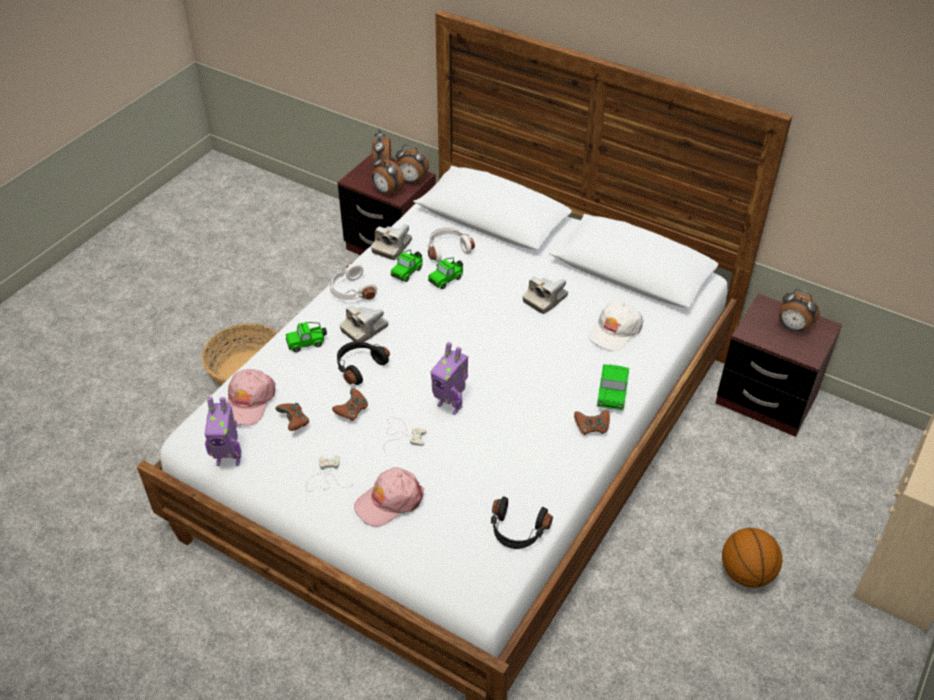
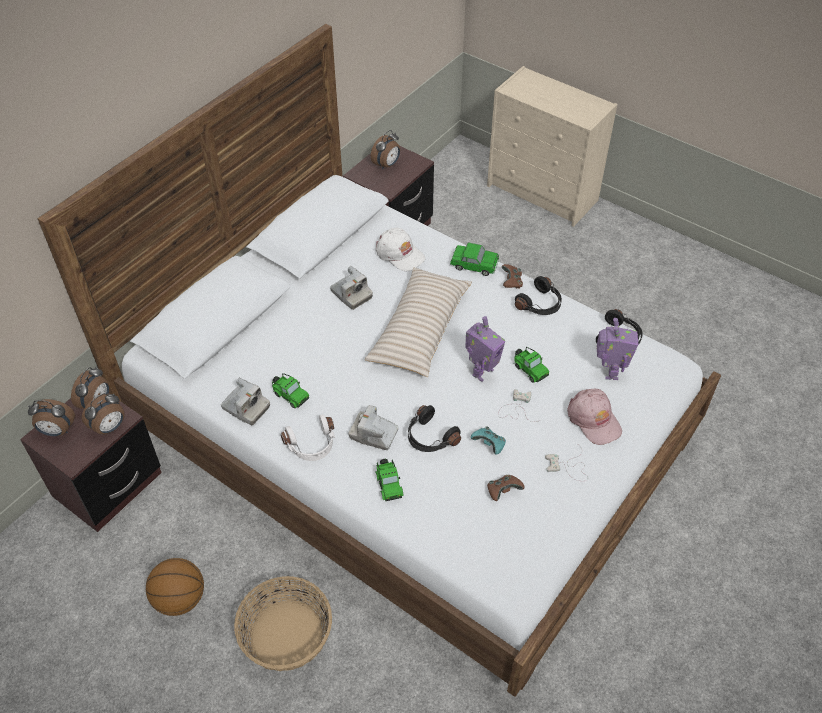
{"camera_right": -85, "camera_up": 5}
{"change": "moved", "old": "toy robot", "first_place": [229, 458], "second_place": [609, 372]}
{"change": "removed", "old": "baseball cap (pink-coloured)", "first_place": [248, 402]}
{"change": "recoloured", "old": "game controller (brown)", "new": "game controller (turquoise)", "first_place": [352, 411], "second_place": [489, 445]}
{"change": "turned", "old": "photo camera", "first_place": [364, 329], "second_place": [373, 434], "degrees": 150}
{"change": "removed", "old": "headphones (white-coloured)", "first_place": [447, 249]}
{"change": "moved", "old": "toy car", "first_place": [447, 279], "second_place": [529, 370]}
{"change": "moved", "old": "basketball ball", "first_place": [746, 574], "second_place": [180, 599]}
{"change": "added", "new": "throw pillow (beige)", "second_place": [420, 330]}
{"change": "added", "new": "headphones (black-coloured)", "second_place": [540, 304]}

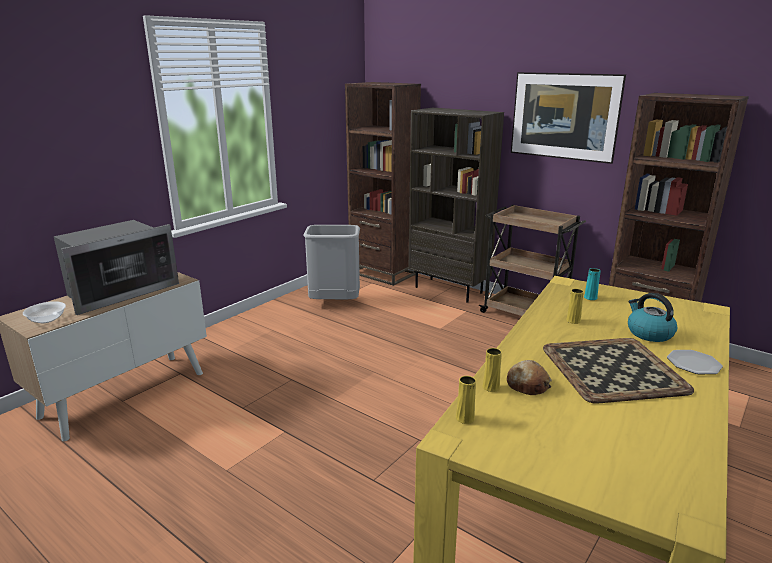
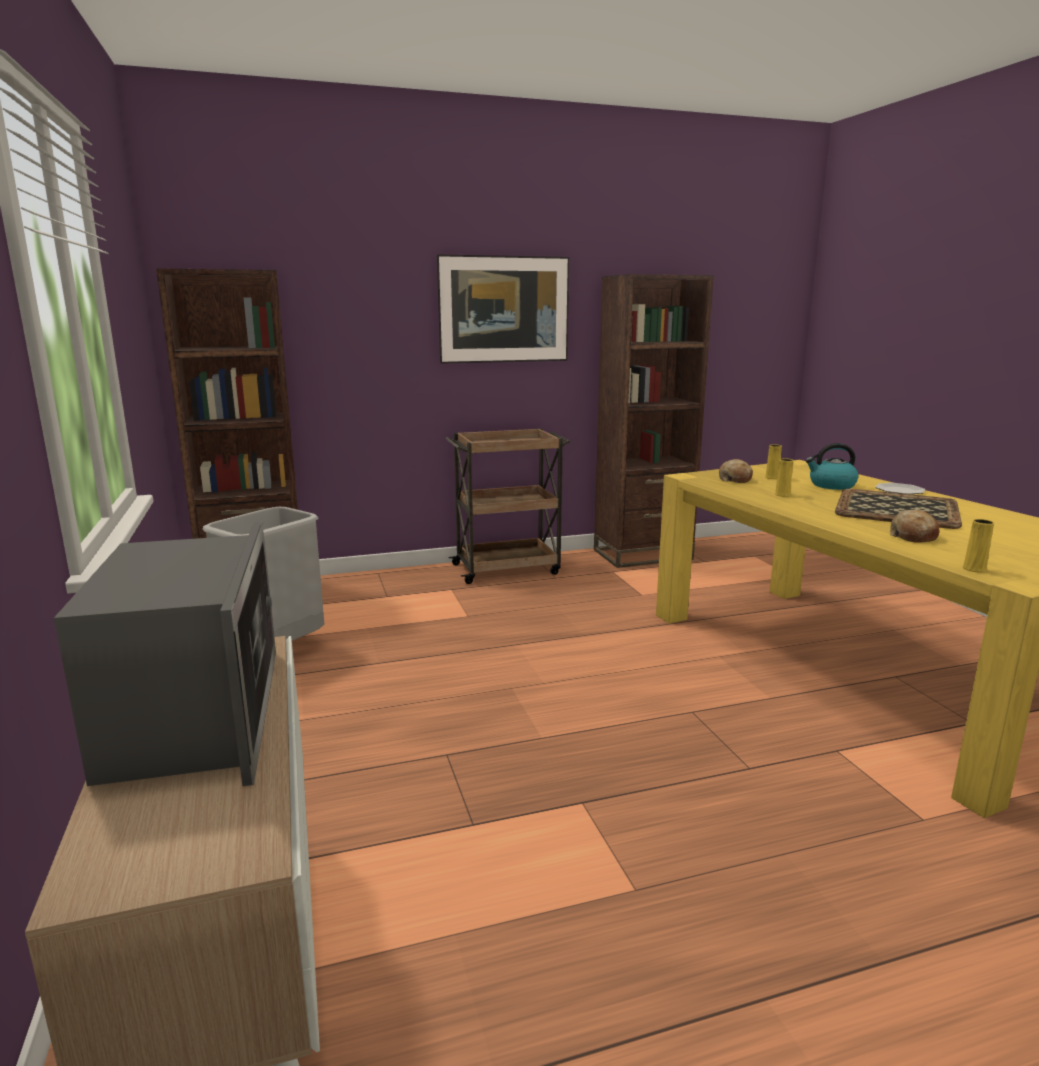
{"camera_right": -55, "camera_up": -5}
{"change": "removed", "old": "deep dish", "first_place": [46, 319]}
{"change": "removed", "old": "bookshelf (brown)", "first_place": [449, 290]}
{"change": "moved", "old": "vase (yellowish)", "first_place": [491, 387], "second_place": [772, 477]}
{"change": "replaced", "old": "vase (turquoise)", "new": "bakery bread", "first_place": [590, 297], "second_place": [735, 479]}

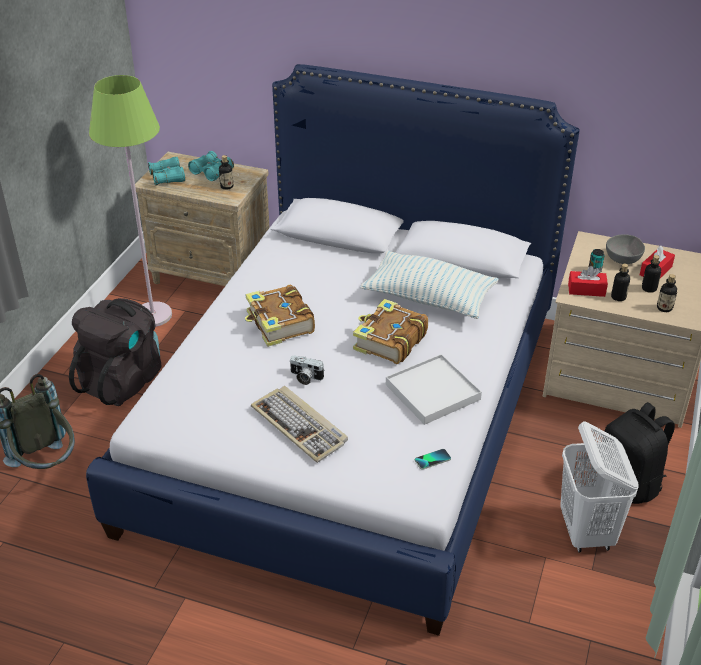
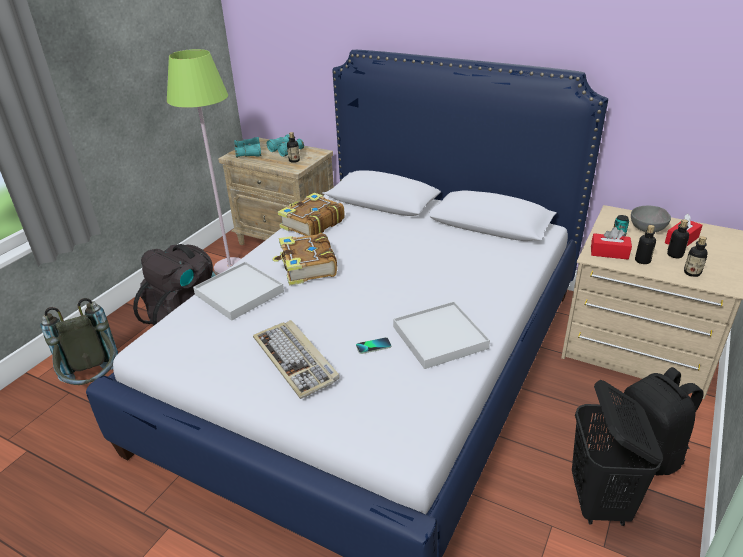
{"camera_right": 10, "camera_up": -5}
{"change": "removed", "old": "photo camera", "first_place": [305, 377]}
{"change": "moved", "old": "book", "first_place": [389, 341], "second_place": [311, 224]}
{"change": "removed", "old": "throw pillow", "first_place": [429, 298]}
{"change": "moved", "old": "handset", "first_place": [432, 459], "second_place": [373, 346]}
{"change": "recoloured", "old": "washing basket (white-coloured)", "new": "washing basket (black-coloured)", "first_place": [586, 532], "second_place": [599, 501]}
{"change": "added", "new": "tray (white-coloured)", "second_place": [239, 293]}

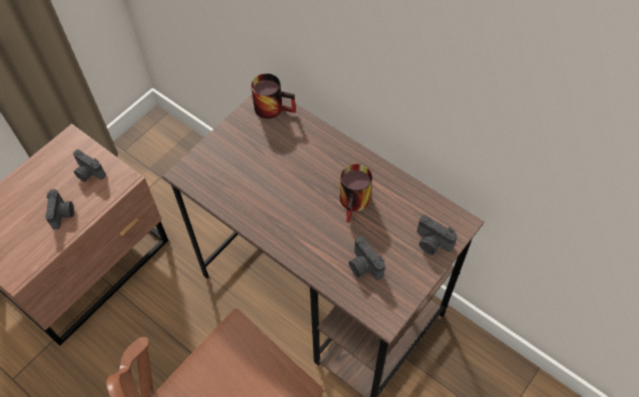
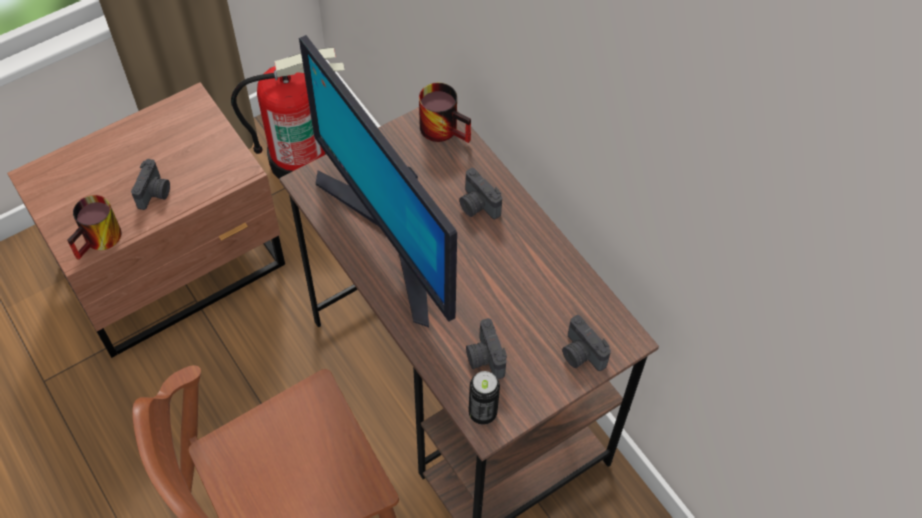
{"camera_right": 15, "camera_up": 0}
{"change": "moved", "old": "photo camera", "first_place": [88, 173], "second_place": [477, 205]}
{"change": "moved", "old": "mug", "first_place": [356, 203], "second_place": [101, 241]}
{"change": "added", "new": "extinguisher", "second_place": [300, 158]}
{"change": "added", "new": "computer display", "second_place": [392, 238]}
{"change": "added", "new": "metal can", "second_place": [482, 413]}

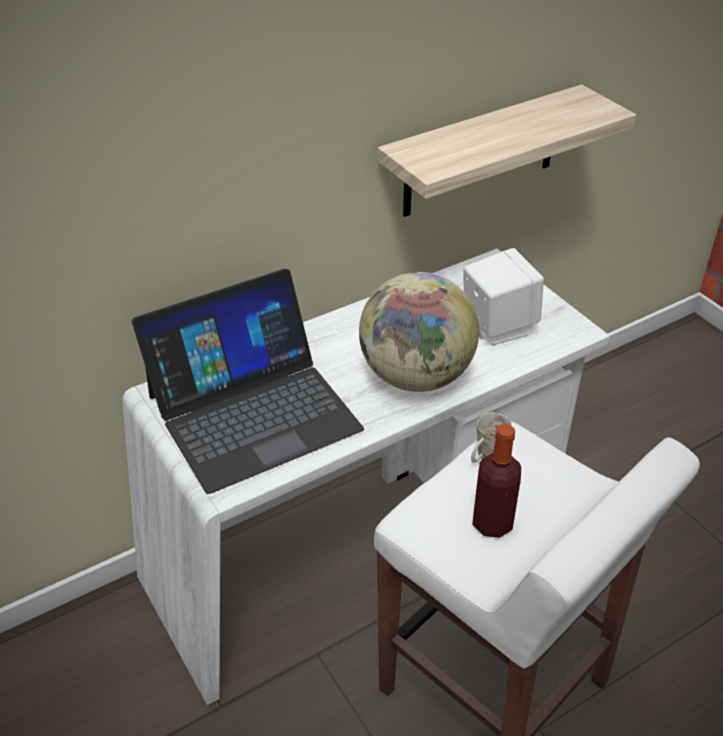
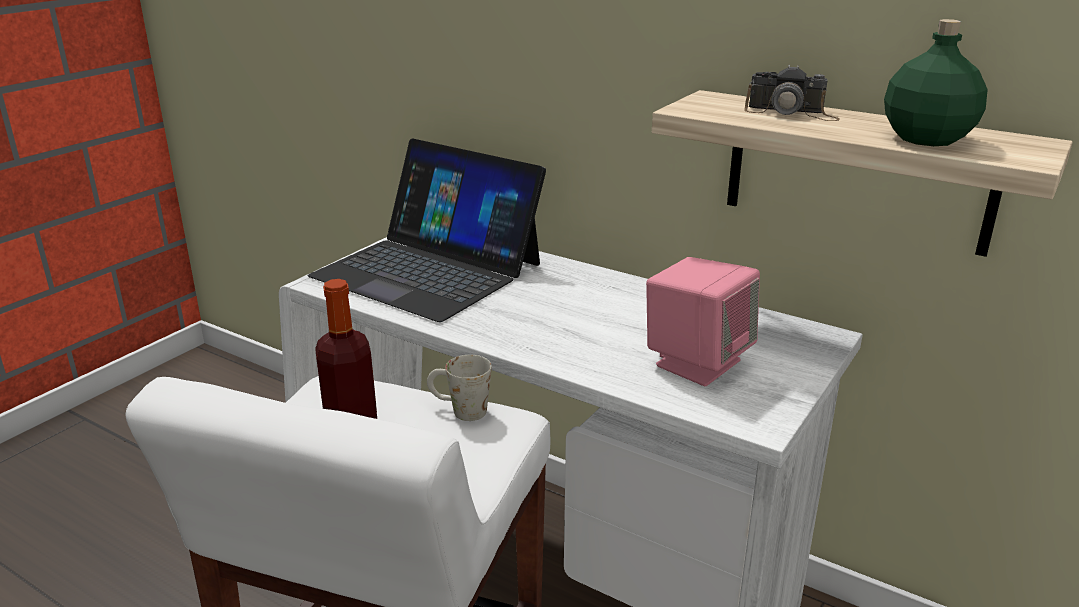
{"camera_right": 65, "camera_up": -15}
{"change": "removed", "old": "globe", "first_place": [415, 376]}
{"change": "recoloured", "old": "audio speaker (white-coloured)", "new": "audio speaker (pink-coloured)", "first_place": [497, 326], "second_place": [697, 362]}
{"change": "added", "new": "photo camera", "second_place": [791, 112]}
{"change": "added", "new": "drink bottle (greenish)", "second_place": [925, 138]}

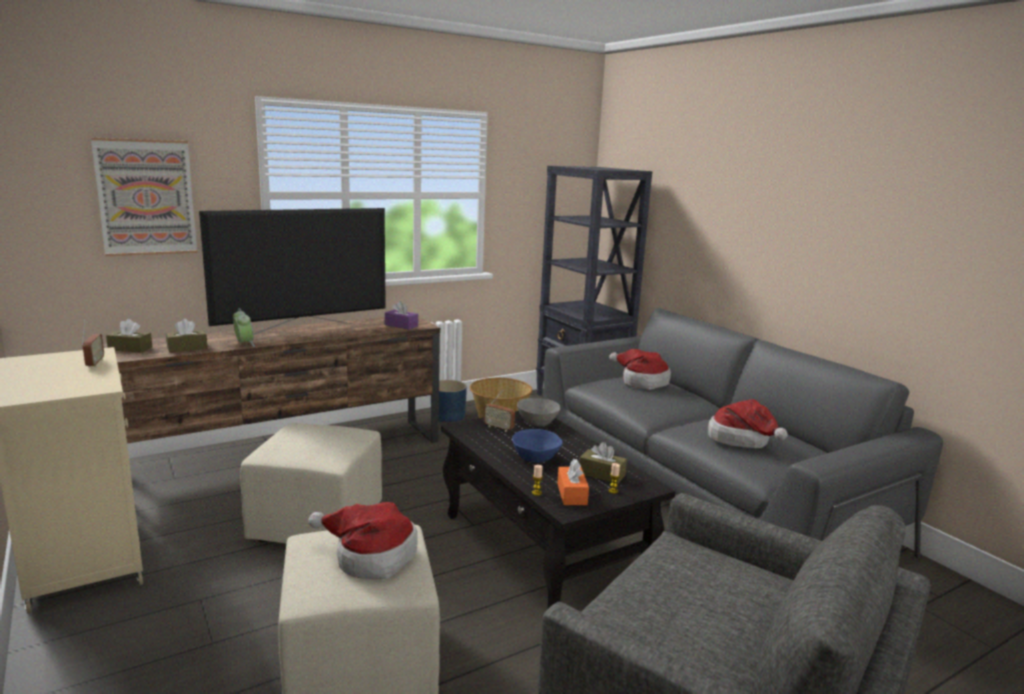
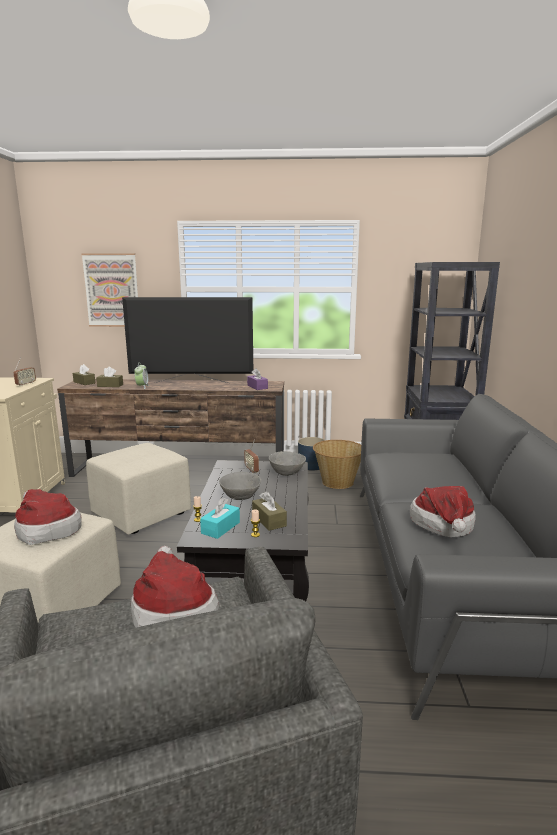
{"camera_right": 35, "camera_up": 0}
{"change": "recoloured", "old": "deep dish (bluish)", "new": "deep dish (greyish)", "first_place": [535, 458], "second_place": [240, 496]}
{"change": "recoloured", "old": "box of tissues (orange)", "new": "box of tissues (turquoise)", "first_place": [572, 494], "second_place": [220, 528]}
{"change": "moved", "old": "clothing hat", "first_place": [641, 382], "second_place": [173, 612]}

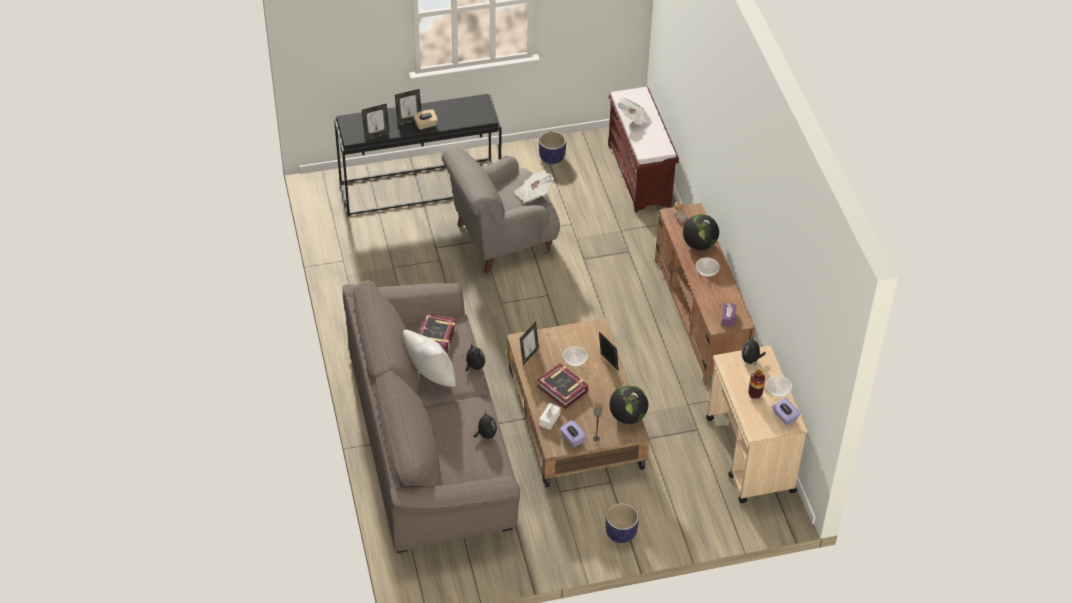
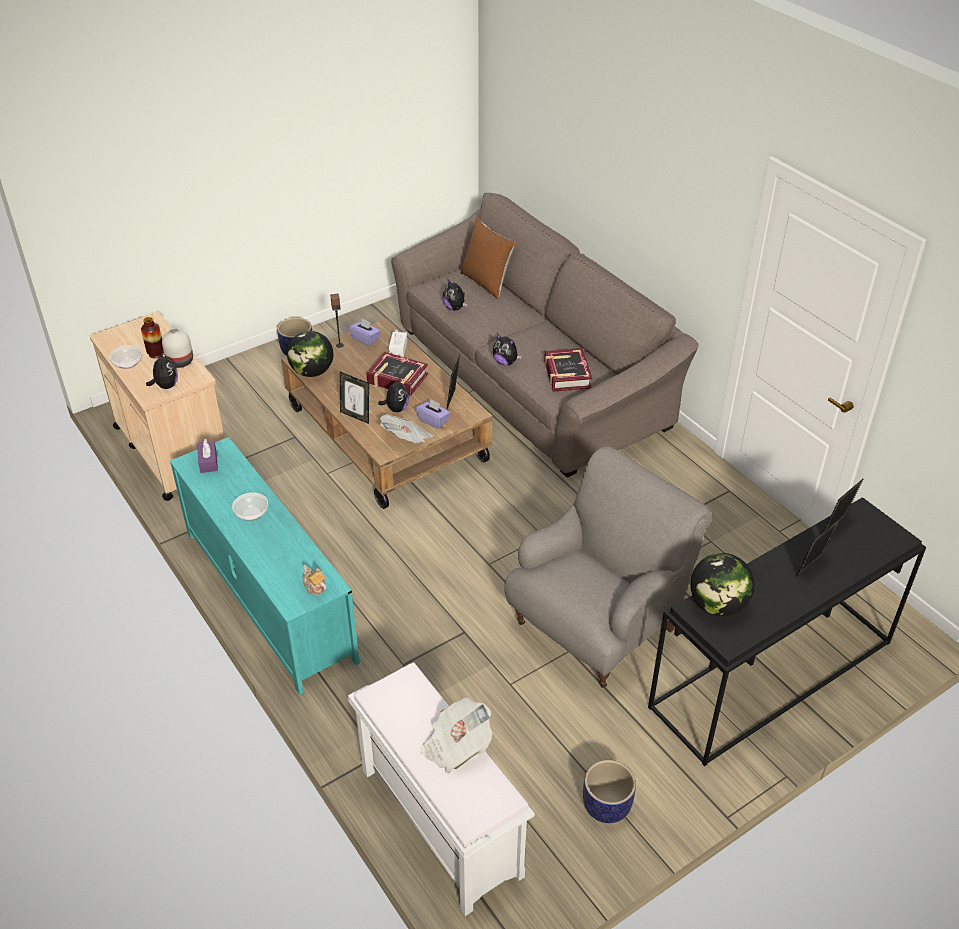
{"camera_right": 160, "camera_up": -5}
{"change": "removed", "old": "throw pillow (white-coloured)", "first_place": [430, 378]}
{"change": "removed", "old": "box of tissues (beige)", "first_place": [425, 125]}
{"change": "moved", "old": "printed paper", "first_place": [533, 194], "second_place": [407, 439]}
{"change": "replaced", "old": "deep dish", "new": "cuddly toy", "first_place": [575, 361], "second_place": [396, 408]}
{"change": "recoloured", "old": "long seat (brown)", "new": "long seat (white-coloured)", "first_place": [640, 175], "second_place": [438, 821]}
{"change": "recoloured", "old": "tv stand (brown)", "new": "tv stand (turquoise)", "first_place": [699, 317], "second_place": [268, 594]}
{"change": "moved", "old": "globe", "first_place": [699, 244], "second_place": [718, 605]}
{"change": "moved", "old": "box of tissues (purple-coloured)", "first_place": [784, 417], "second_place": [433, 421]}
{"change": "added", "new": "vase (white-coloured)", "second_place": [180, 362]}
{"change": "added", "new": "throw pillow (brown)", "second_place": [486, 282]}

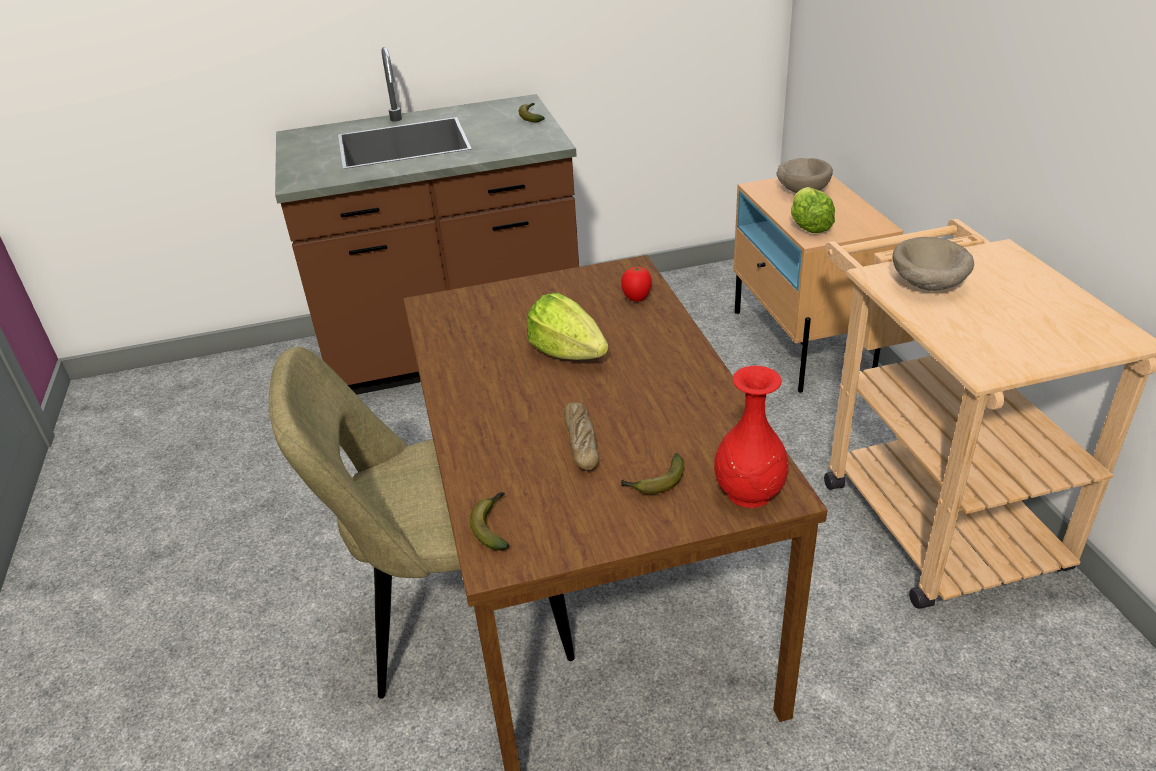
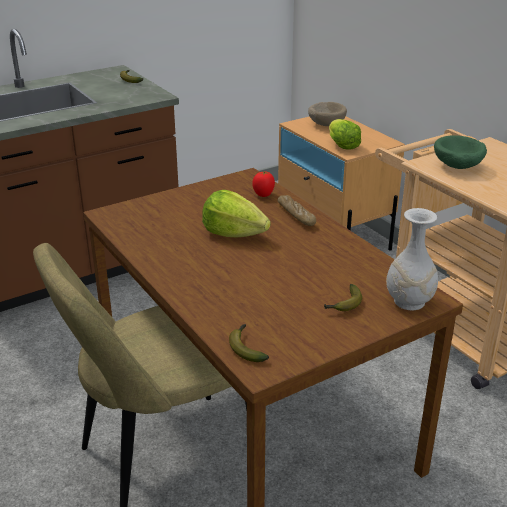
{"camera_right": -20, "camera_up": -5}
{"change": "moved", "old": "bakery bread", "first_place": [581, 442], "second_place": [296, 215]}
{"change": "recoloured", "old": "vase (red)", "new": "vase (white-coloured)", "first_place": [748, 493], "second_place": [408, 301]}
{"change": "recoloured", "old": "deep dish (beige)", "new": "deep dish (greenish)", "first_place": [926, 286], "second_place": [457, 167]}

